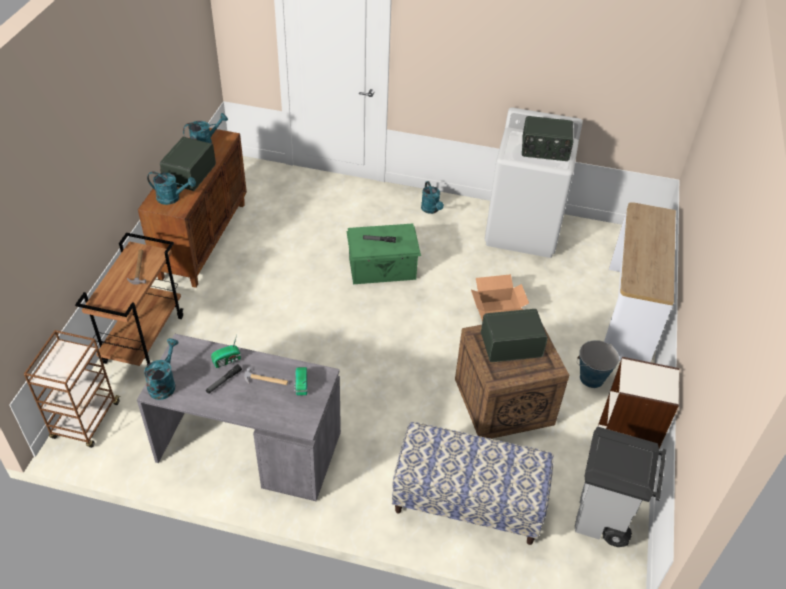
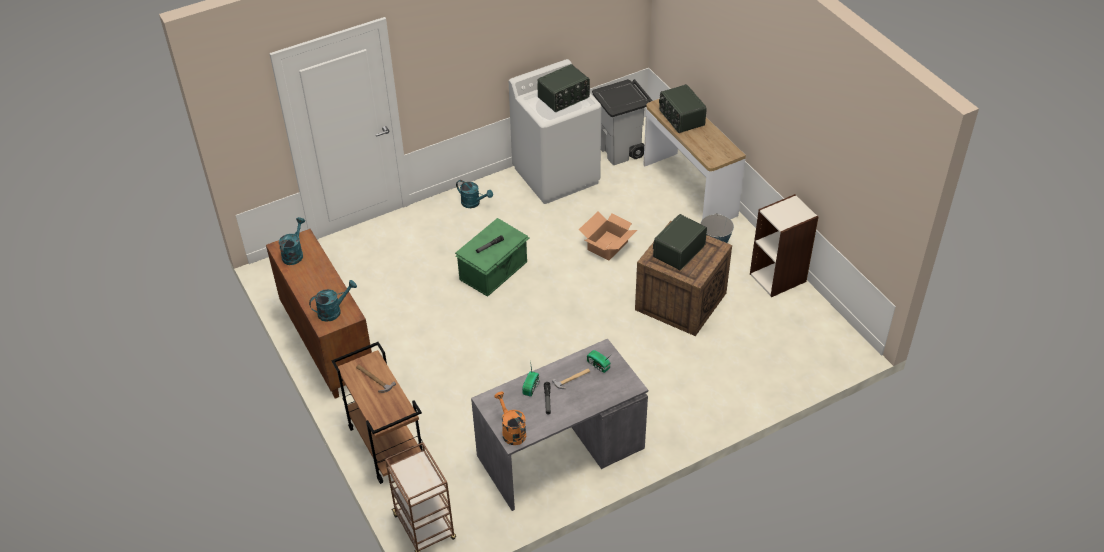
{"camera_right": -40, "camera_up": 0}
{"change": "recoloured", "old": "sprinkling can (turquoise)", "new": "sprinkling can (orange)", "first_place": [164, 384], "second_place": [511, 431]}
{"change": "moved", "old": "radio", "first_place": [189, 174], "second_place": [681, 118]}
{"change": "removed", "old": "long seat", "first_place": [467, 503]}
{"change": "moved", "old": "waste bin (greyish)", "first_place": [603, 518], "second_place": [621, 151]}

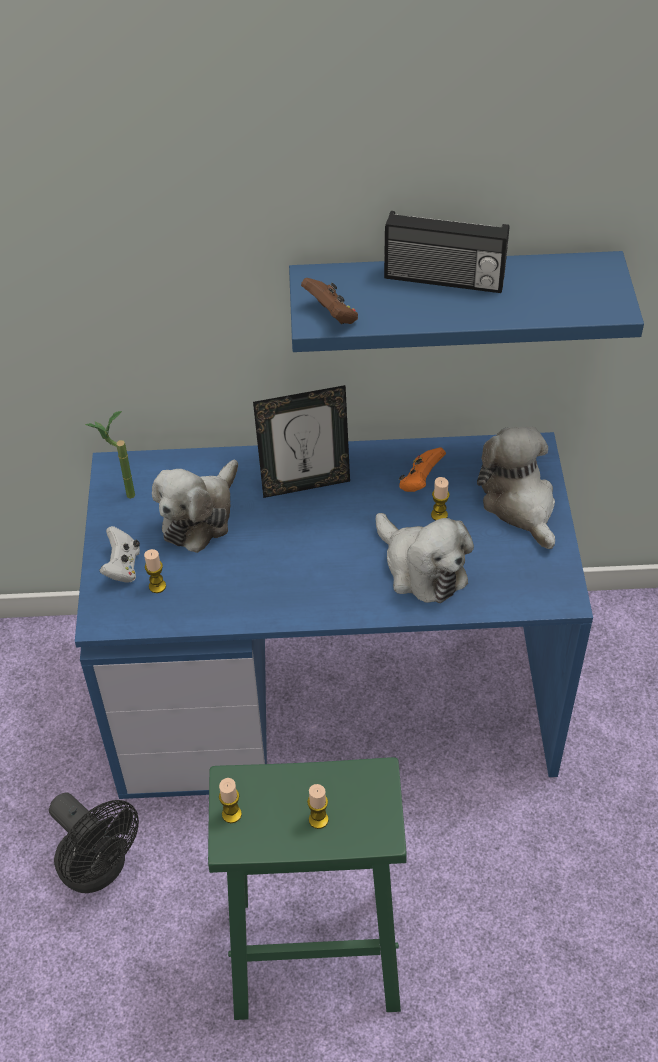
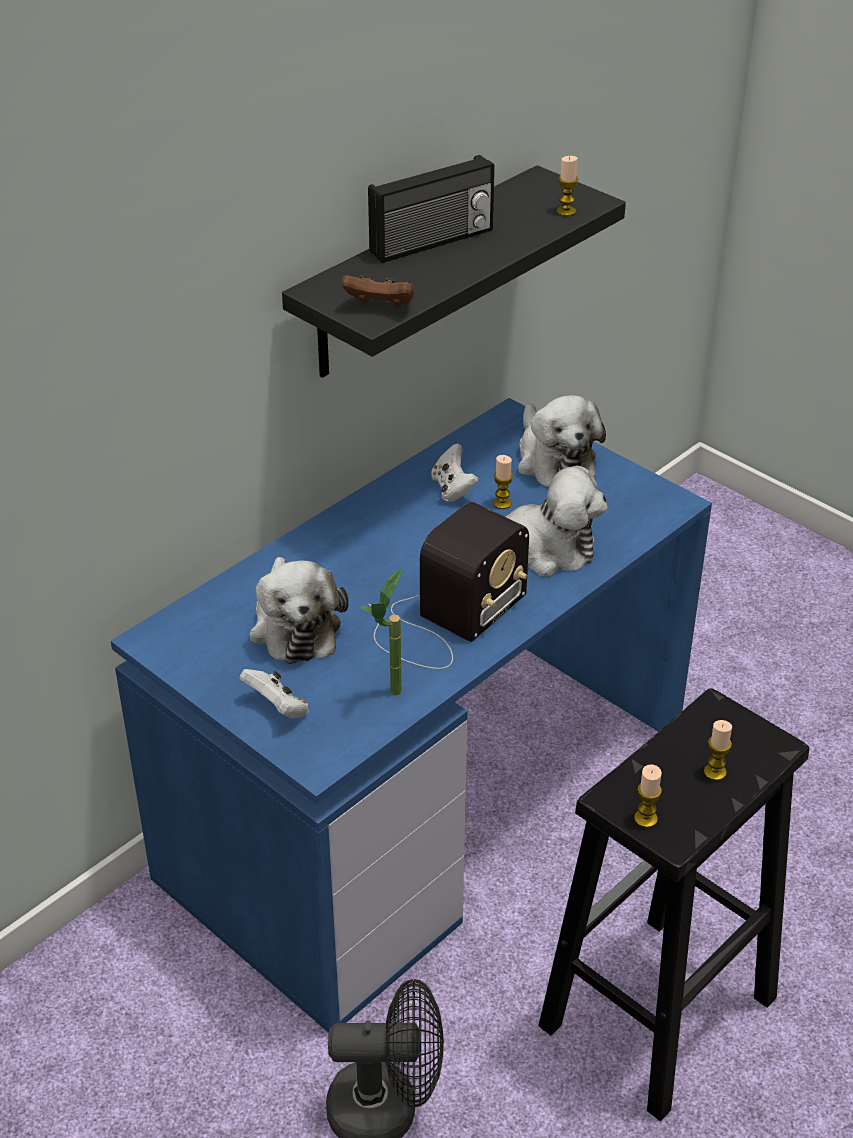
{"camera_right": -45, "camera_up": -10}
{"change": "moved", "old": "plant in a pot", "first_place": [121, 496], "second_place": [388, 698]}
{"change": "moved", "old": "candle", "first_place": [157, 586], "second_place": [566, 211]}
{"change": "recoloured", "old": "stool seat (greenish)", "new": "stool seat (black-coloured)", "first_place": [311, 953], "second_place": [656, 1015]}
{"change": "removed", "old": "photo frame", "first_place": [305, 484]}
{"change": "recoloured", "old": "wall shelf (bluish)", "new": "wall shelf (black-coloured)", "first_place": [453, 298], "second_place": [417, 274]}
{"change": "recoloured", "old": "game controller (orange)", "new": "game controller (white-coloured)", "first_place": [420, 481], "second_place": [453, 489]}
{"change": "turned", "old": "cuddly toy", "first_place": [520, 504], "second_place": [554, 460], "degrees": -135}
{"change": "added", "new": "radio", "second_place": [445, 620]}

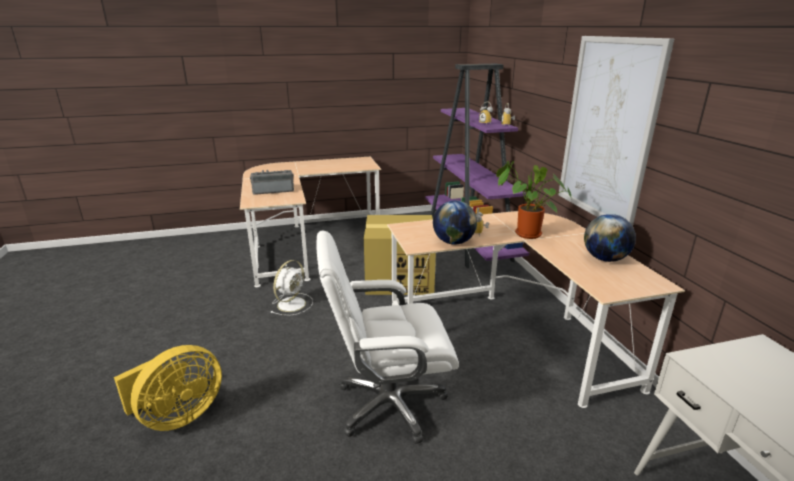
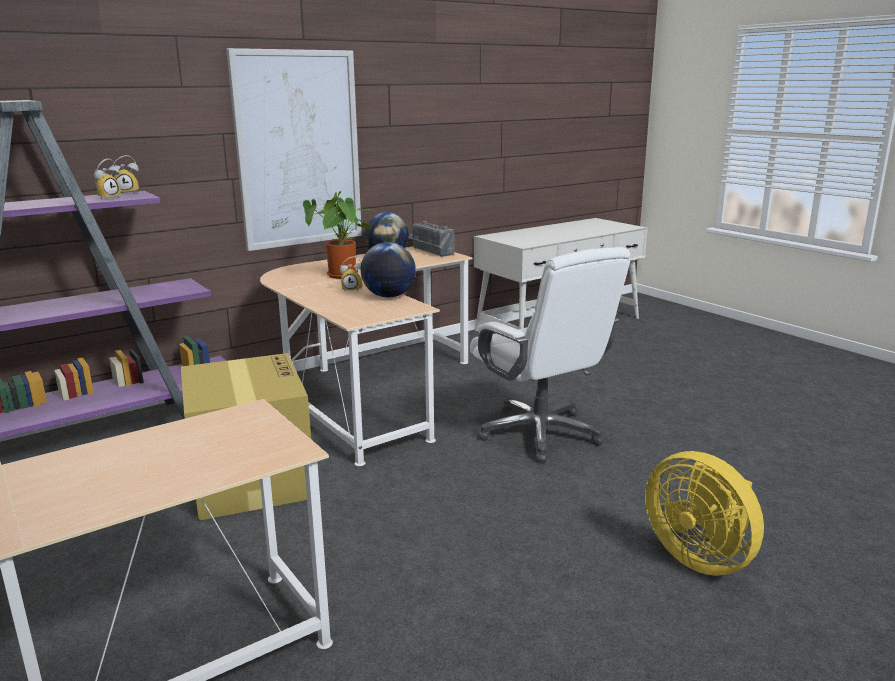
{"camera_right": -110, "camera_up": -5}
{"change": "turned", "old": "electric fan (yellowish)", "first_place": [178, 416], "second_place": [700, 557], "degrees": -150}
{"change": "moved", "old": "radio", "first_place": [273, 191], "second_place": [430, 252]}
{"change": "removed", "old": "electric fan (white-coloured)", "first_place": [292, 303]}

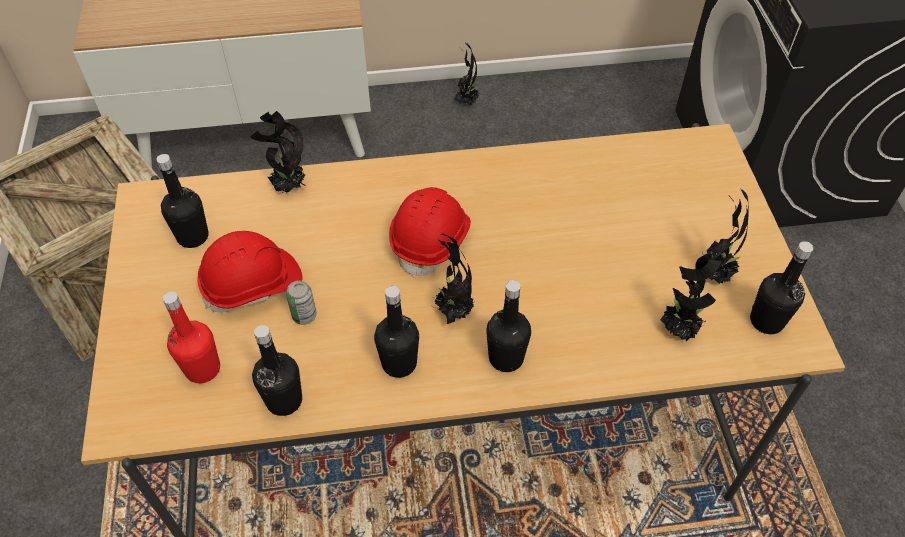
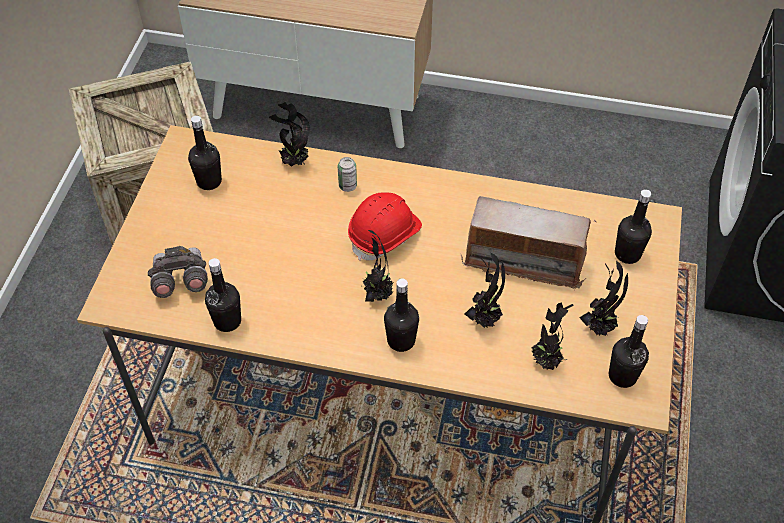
{"camera_right": 20, "camera_up": 0}
{"change": "replaced", "old": "drink bottle (red)", "new": "binoculars (greyish)", "first_place": [202, 369], "second_place": [180, 281]}
{"change": "removed", "old": "safety helmet (red)", "first_place": [252, 285]}
{"change": "moved", "old": "metal can", "first_place": [304, 316], "second_place": [347, 186]}
{"change": "moved", "old": "drink bottle (black-coloured)", "first_place": [399, 363], "second_place": [627, 254]}
{"change": "moved", "old": "plant in a pot", "first_place": [467, 101], "second_place": [485, 318]}
{"change": "added", "new": "radio", "second_place": [524, 261]}

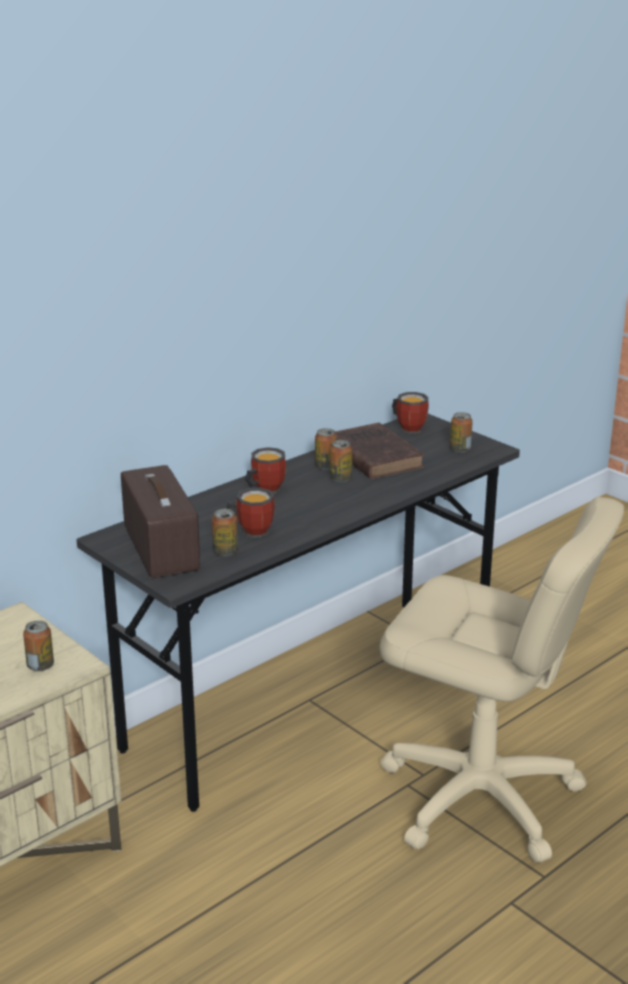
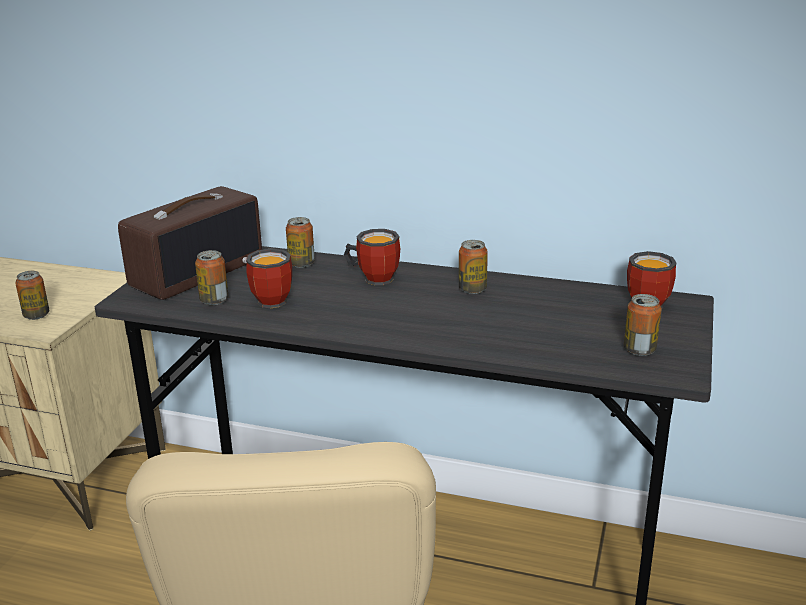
{"camera_right": 60, "camera_up": 0}
{"change": "moved", "old": "metal can", "first_place": [340, 478], "second_place": [301, 263]}
{"change": "removed", "old": "book (brown)", "first_place": [373, 456]}

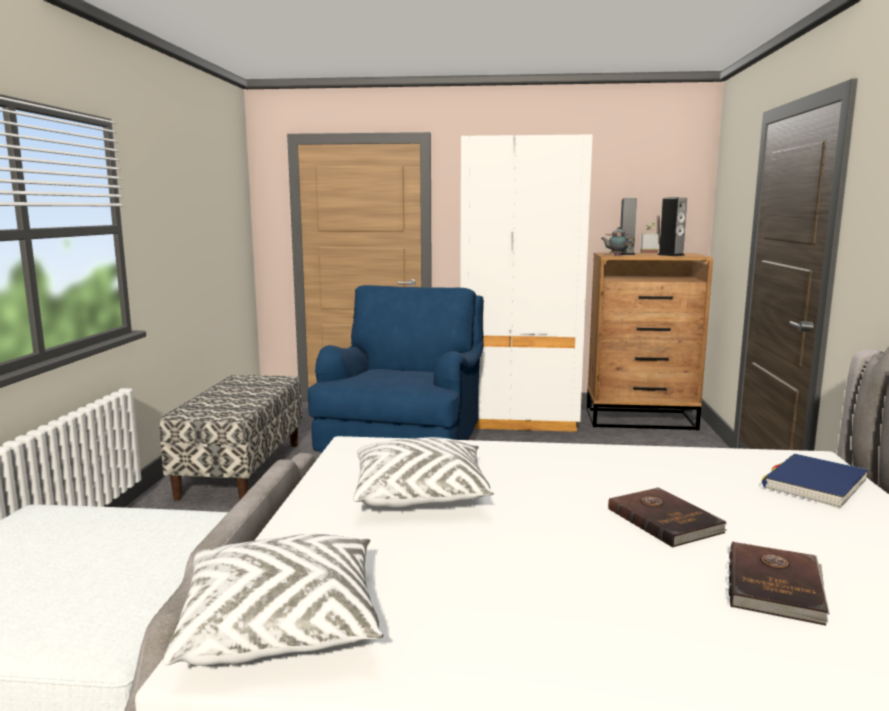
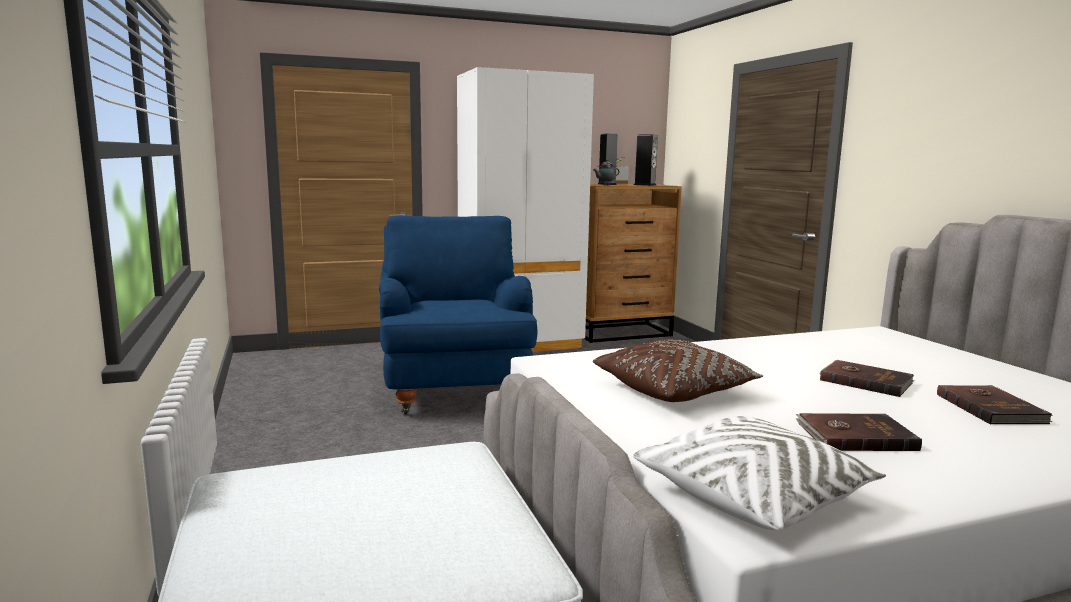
{"camera_right": -25, "camera_up": 0}
{"change": "removed", "old": "long seat", "first_place": [241, 469]}
{"change": "recoloured", "old": "throw pillow (white-coloured)", "new": "throw pillow (brown)", "first_place": [421, 494], "second_place": [674, 390]}
{"change": "removed", "old": "book (bluish)", "first_place": [814, 484]}
{"change": "added", "new": "book (brown)", "second_place": [854, 436]}

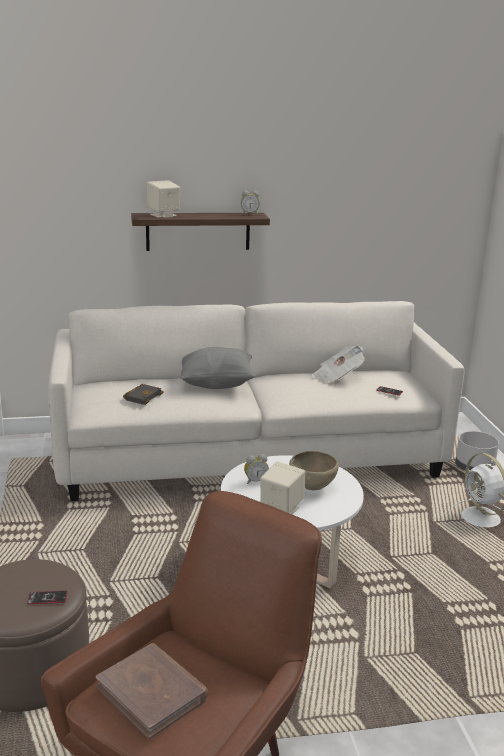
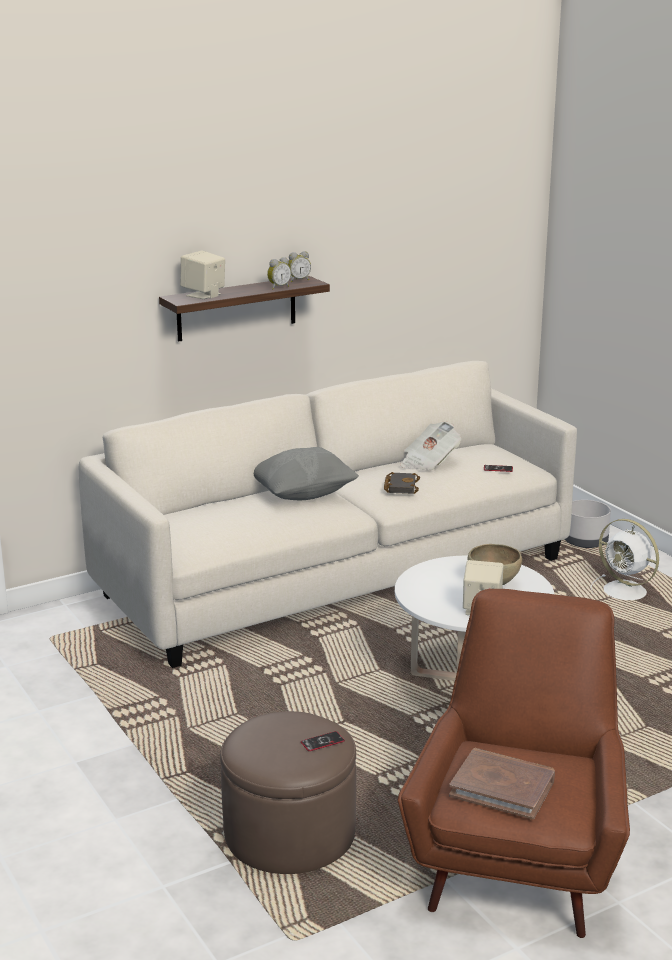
{"camera_right": -20, "camera_up": 0}
{"change": "moved", "old": "book (black-coloured)", "first_place": [142, 396], "second_place": [400, 486]}
{"change": "moved", "old": "table clock", "first_place": [255, 481], "second_place": [278, 287]}

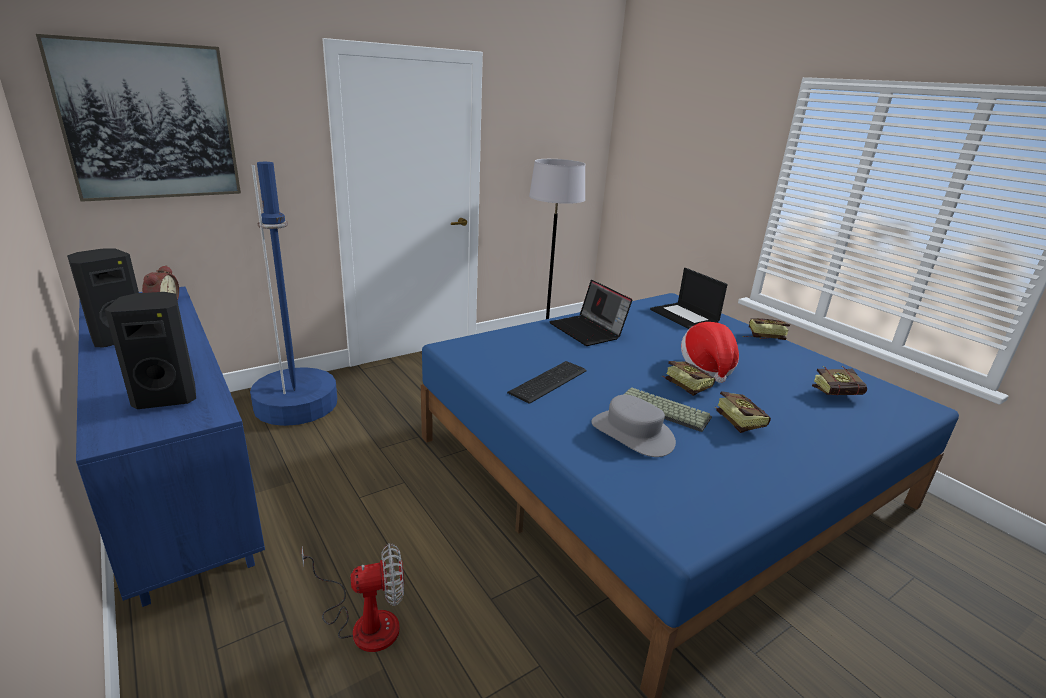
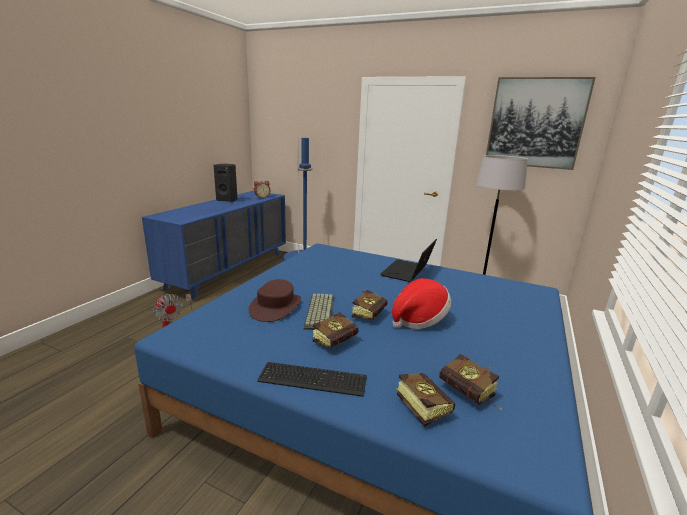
{"camera_right": 60, "camera_up": -5}
{"change": "moved", "old": "wall art", "first_place": [150, 122], "second_place": [535, 123]}
{"change": "removed", "old": "audio speaker (black-coloured)", "first_place": [167, 397]}
{"change": "moved", "old": "computer keyboard", "first_place": [546, 381], "second_place": [312, 377]}
{"change": "recoloured", "old": "clothing hat (greyish)", "new": "clothing hat (brown)", "first_place": [632, 433], "second_place": [276, 306]}
{"change": "removed", "old": "laptop", "first_place": [685, 316]}
{"change": "moved", "old": "book", "first_place": [761, 336], "second_place": [419, 405]}

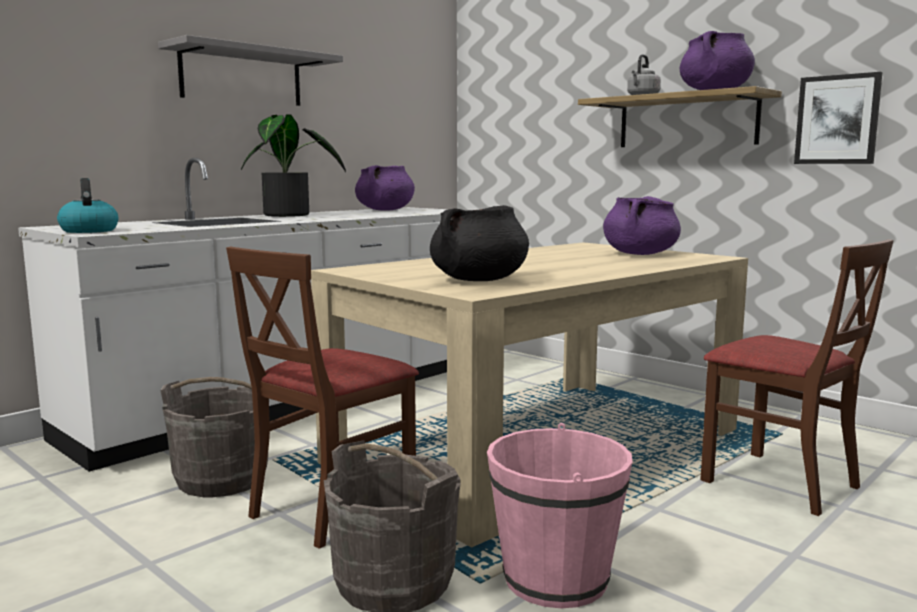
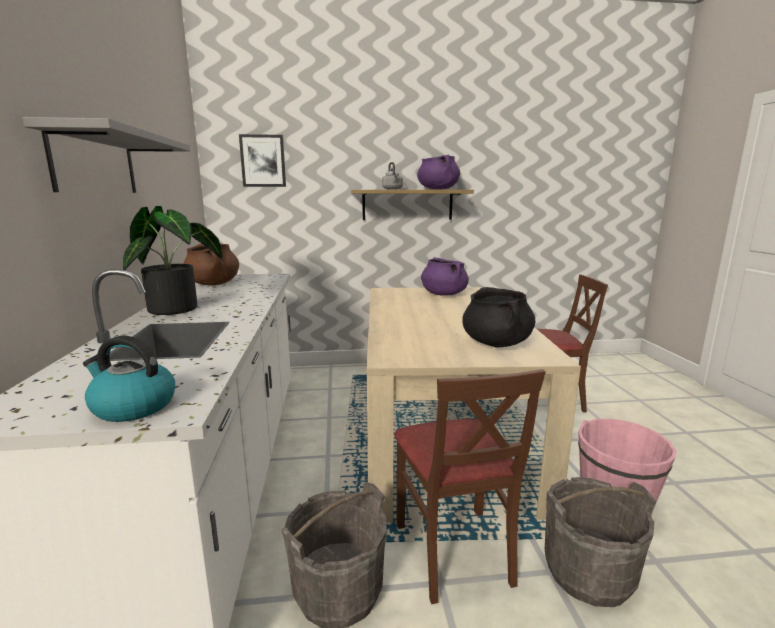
{"camera_right": -50, "camera_up": 5}
{"change": "recoloured", "old": "cooking pot (purple-coloured)", "new": "cooking pot (brown)", "first_place": [385, 210], "second_place": [213, 284]}
{"change": "moved", "old": "wall art", "first_place": [837, 120], "second_place": [263, 161]}

